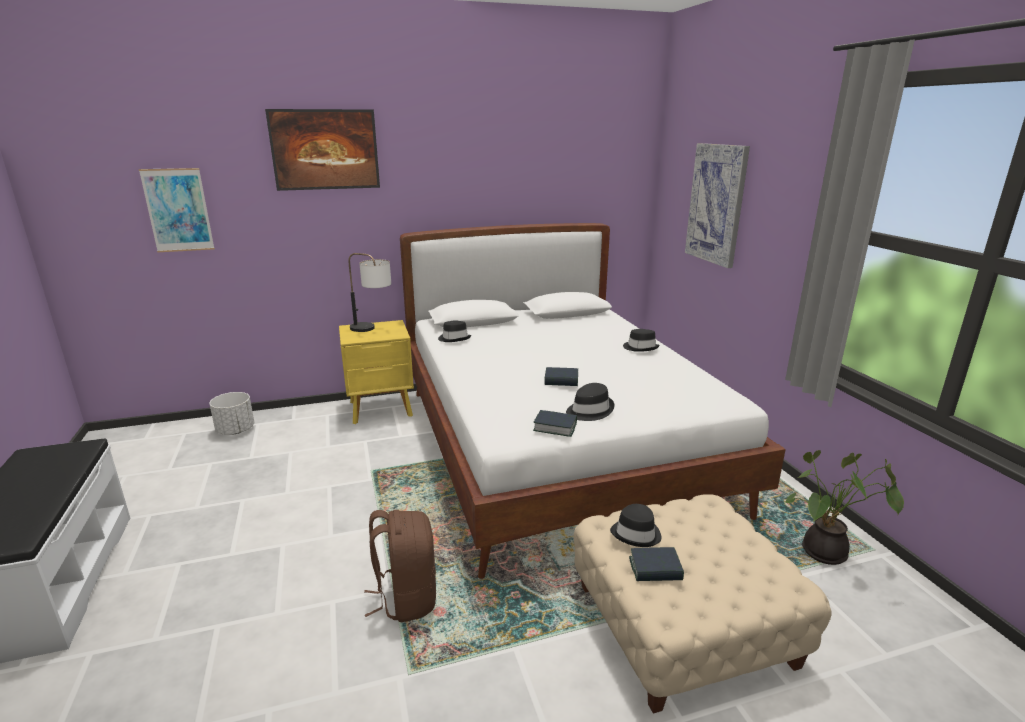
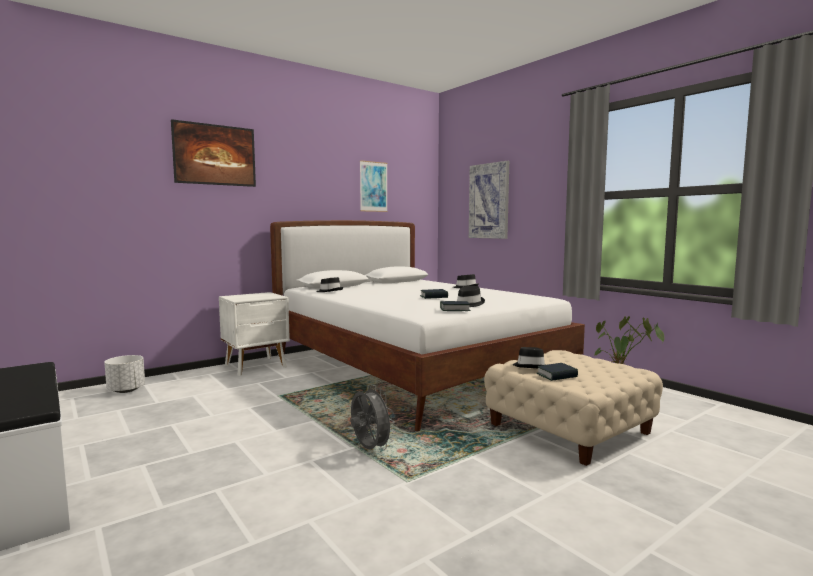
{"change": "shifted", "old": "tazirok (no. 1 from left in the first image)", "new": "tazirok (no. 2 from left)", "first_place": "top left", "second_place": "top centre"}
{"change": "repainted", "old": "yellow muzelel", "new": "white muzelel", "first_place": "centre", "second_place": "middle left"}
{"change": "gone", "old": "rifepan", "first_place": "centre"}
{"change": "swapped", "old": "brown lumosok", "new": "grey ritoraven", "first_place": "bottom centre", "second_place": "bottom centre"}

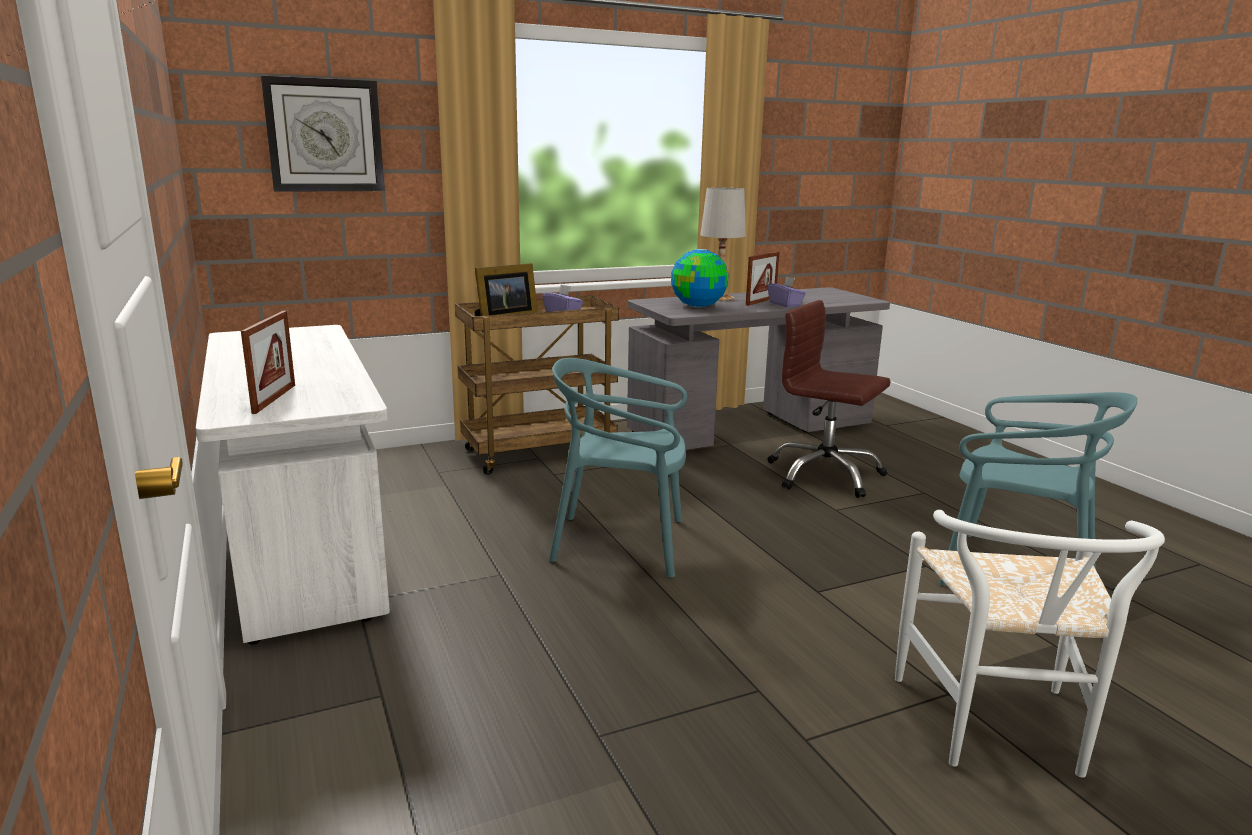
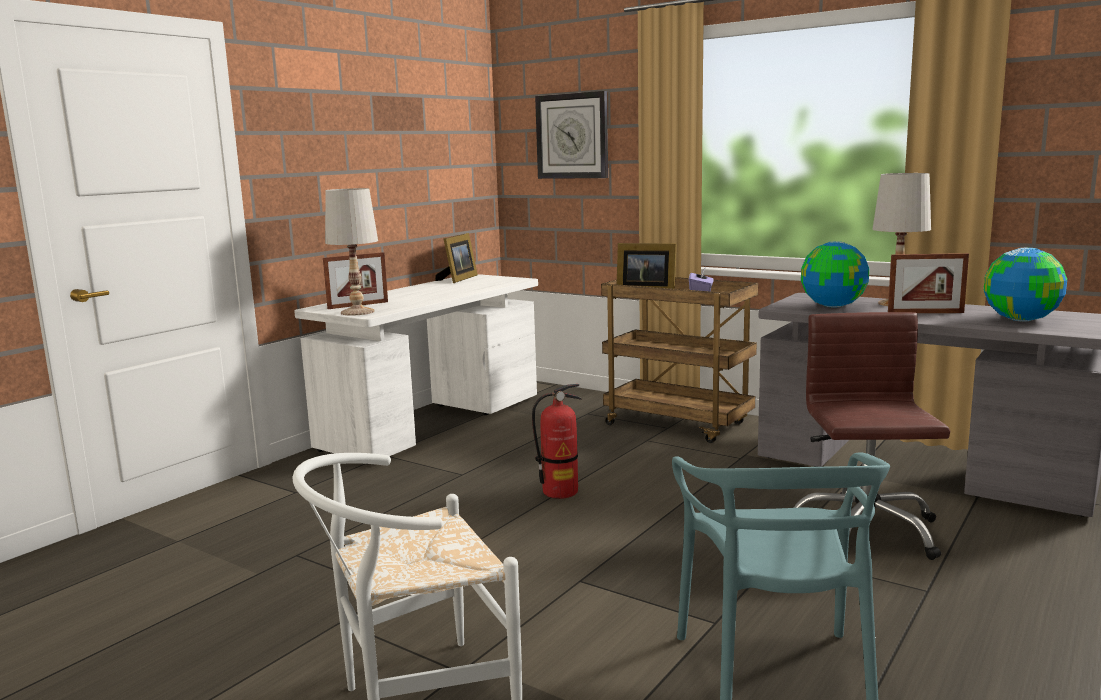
{"change": "swapped", "old": "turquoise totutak (no. 1 from left)", "new": "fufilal", "first_place": "centre", "second_place": "centre"}
{"change": "gone", "old": "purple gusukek (no. 2 from left)", "first_place": "centre"}
{"change": "new", "new": "white rifepan (no. 1 from left)", "second_place": "middle left"}
{"change": "new", "new": "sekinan (no. 2 from left)", "second_place": "centre"}
{"change": "new", "new": "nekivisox (no. 2 from left)", "second_place": "middle right"}

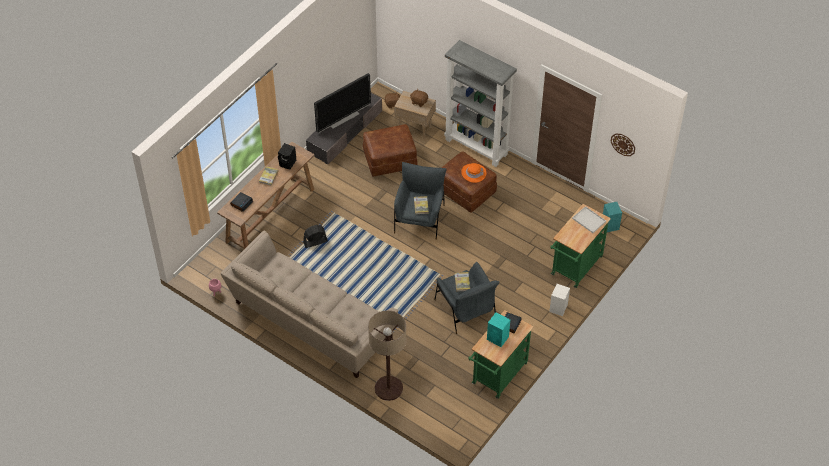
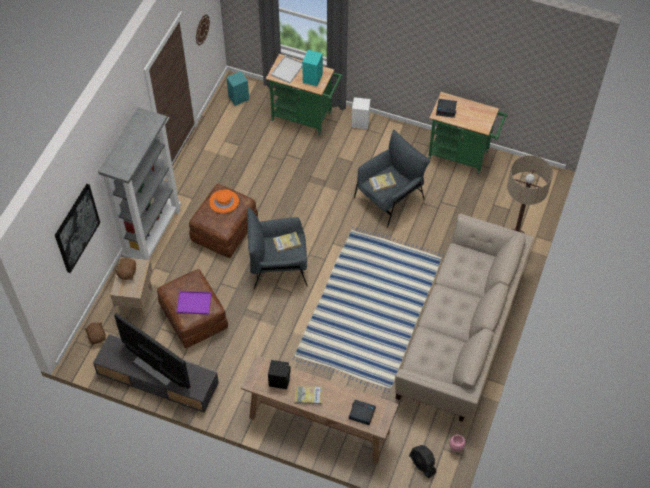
{"change": "shifted", "old": "black ritoraven", "first_place": "centre", "second_place": "bottom centre"}
{"change": "shifted", "old": "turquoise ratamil (no. 1 from left in the first image)", "new": "turquoise ratamil (no. 2 from left)", "first_place": "bottom centre", "second_place": "top centre"}
{"change": "new", "new": "tazirok", "second_place": "middle left"}
{"change": "new", "new": "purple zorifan", "second_place": "middle left"}

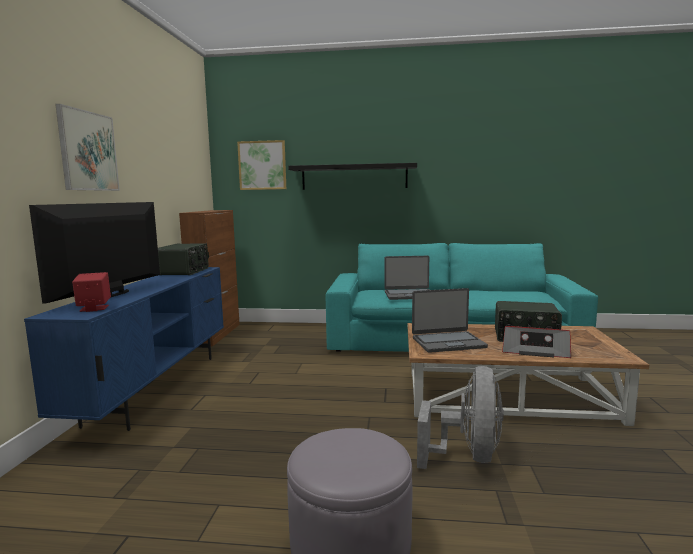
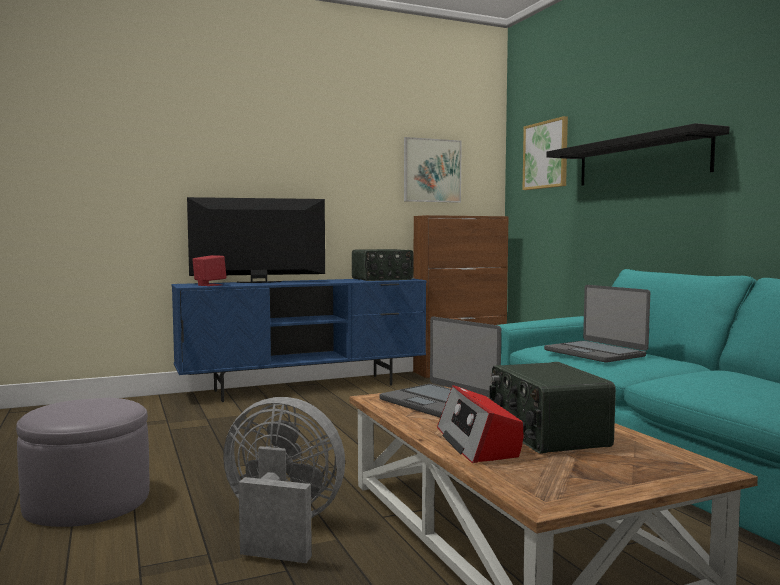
{"change": "shifted", "old": "tazirok (no. 1 from left)", "first_place": "top left", "second_place": "top centre"}
{"change": "rotated", "old": "grey ritoraven", "first_place": "bottom centre", "second_place": "bottom centre", "degrees": -150}

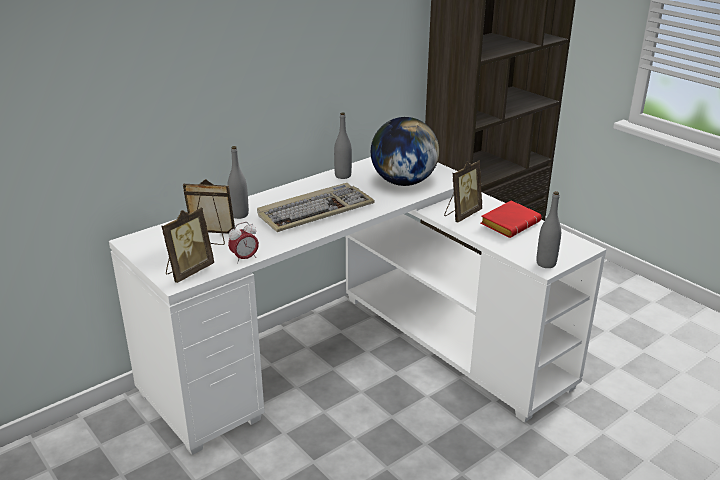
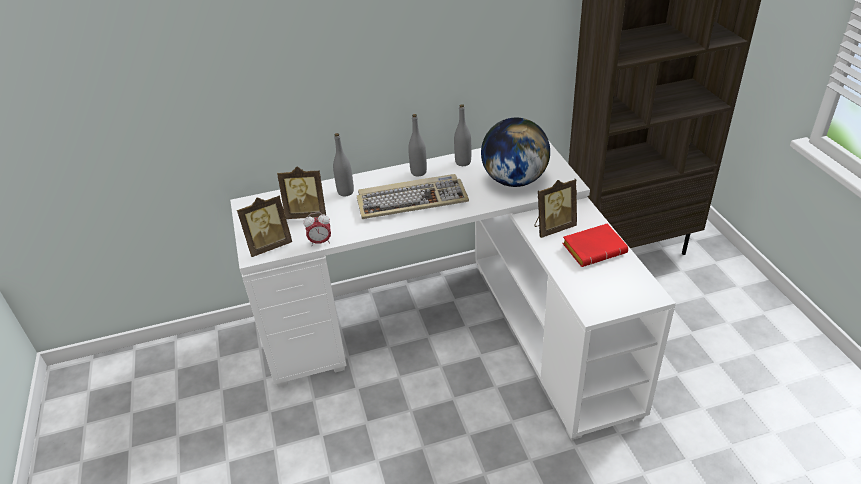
{"change": "rotated", "old": "sekinan (no. 2 from left)", "first_place": "middle left", "second_place": "centre", "degrees": 150}
{"change": "shifted", "old": "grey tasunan (no. 3 from left in the first image)", "new": "grey tasunan (no. 2 from left)", "first_place": "middle right", "second_place": "top centre"}

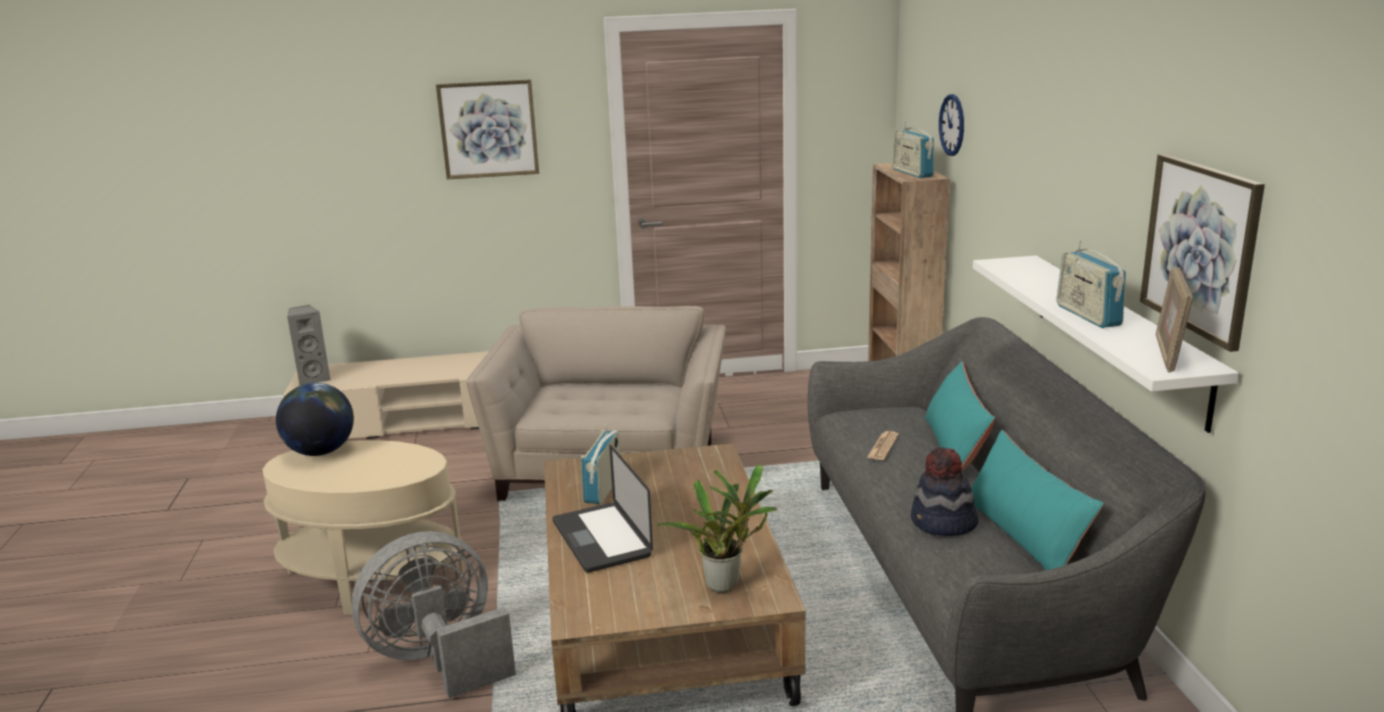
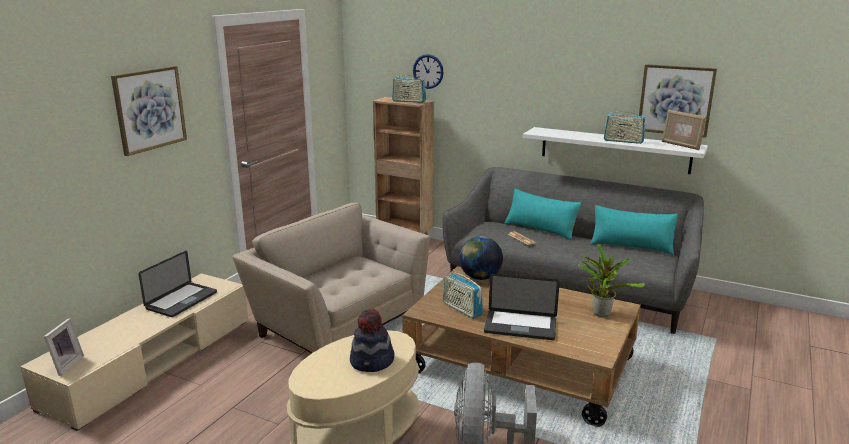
{"change": "shifted", "old": "nekivisox", "first_place": "middle left", "second_place": "centre"}
{"change": "swapped", "old": "grey ratamil", "new": "sekinan (no. 1 from left)", "first_place": "middle left", "second_place": "bottom left"}
{"change": "shifted", "old": "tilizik", "first_place": "bottom right", "second_place": "bottom centre"}
{"change": "new", "new": "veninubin (no. 1 from left)", "second_place": "middle left"}

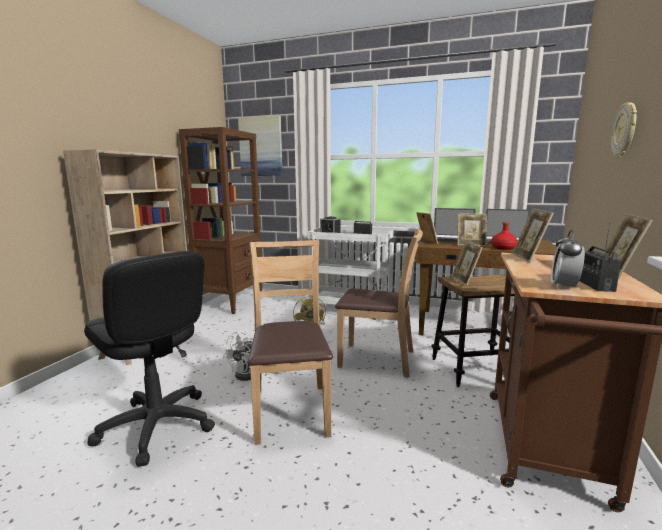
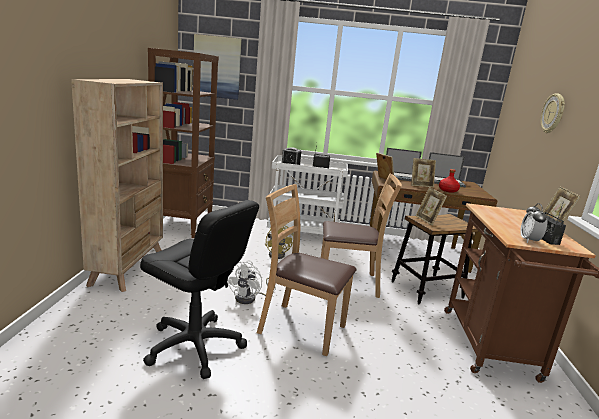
{"change": "rotated", "old": "brown totutak (no. 1 from left)", "first_place": "centre", "second_place": "centre", "degrees": -45}
{"change": "gone", "old": "sekinan (no. 4 from left)", "first_place": "middle right"}

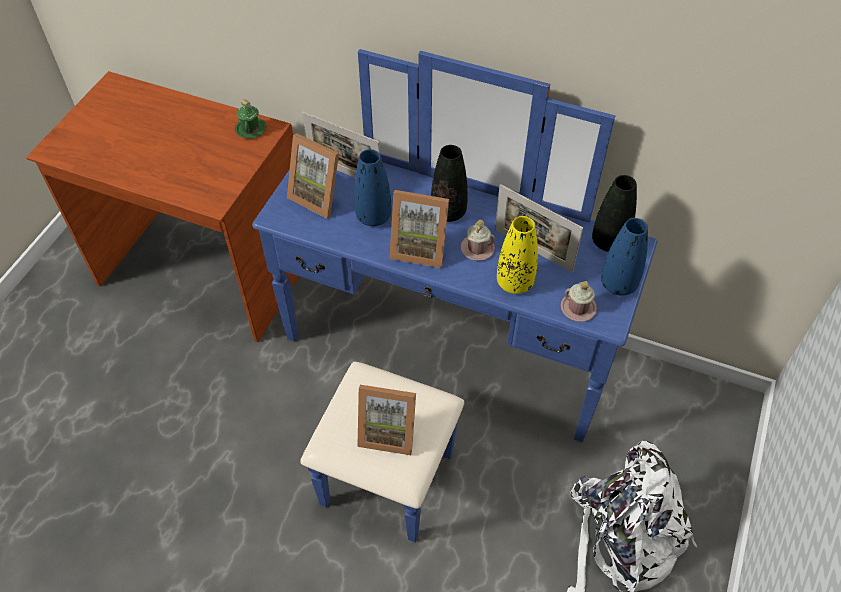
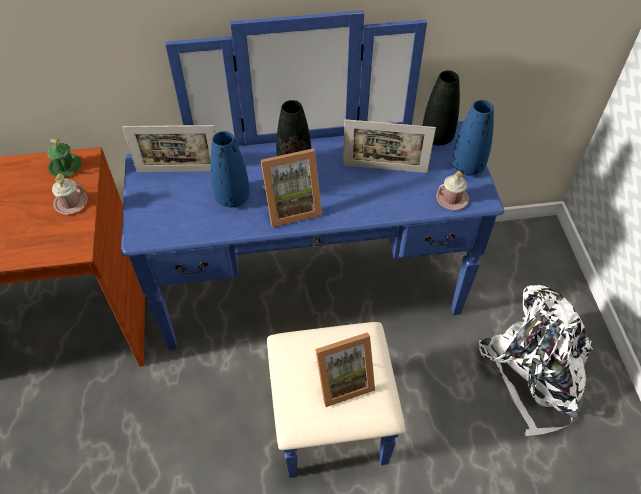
{"change": "gone", "old": "sekinan (no. 1 from left)", "first_place": "top centre"}
{"change": "shifted", "old": "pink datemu (no. 1 from left)", "first_place": "centre", "second_place": "middle left"}
{"change": "gone", "old": "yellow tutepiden", "first_place": "centre"}

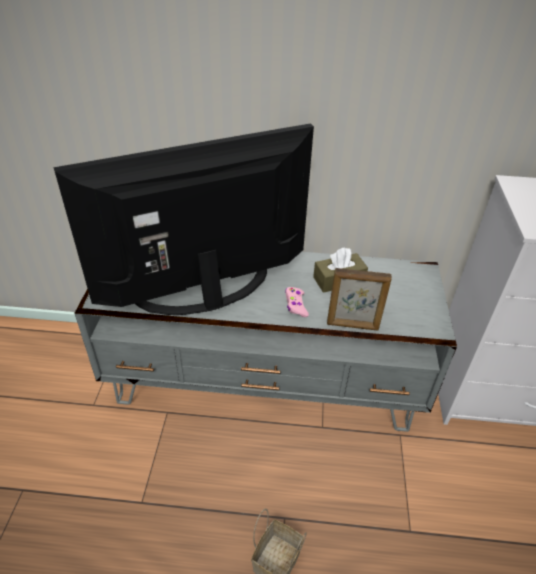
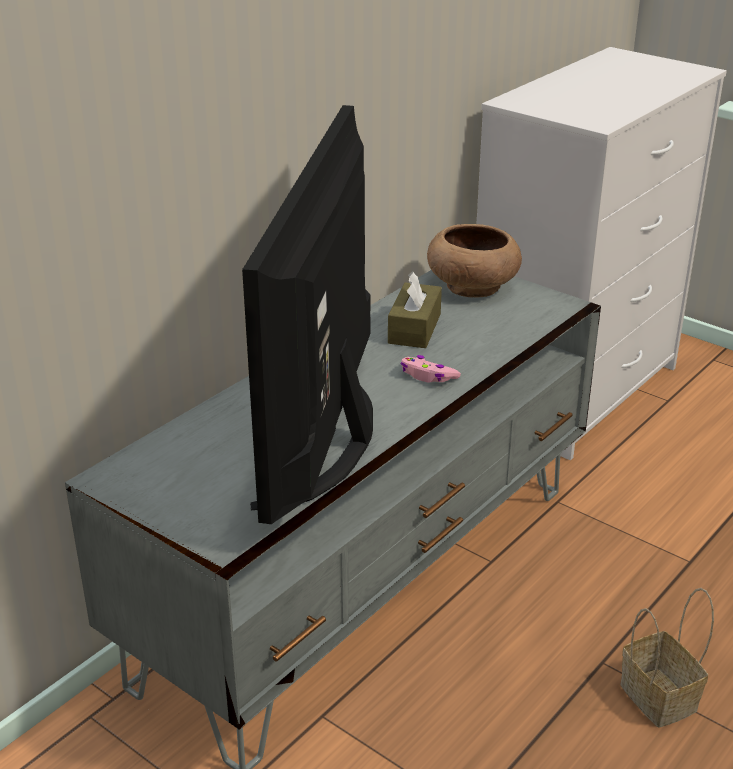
{"change": "gone", "old": "sekinan", "first_place": "middle right"}
{"change": "new", "new": "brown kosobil", "second_place": "centre"}

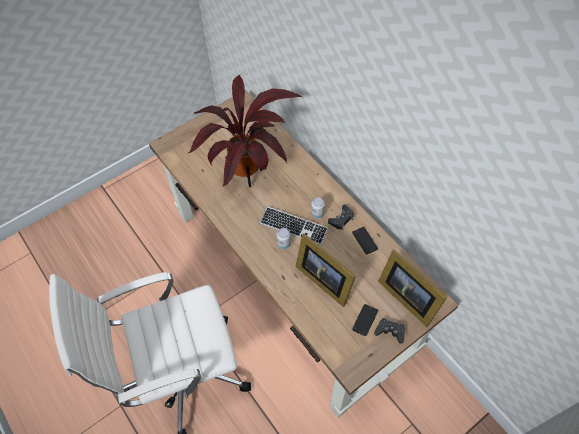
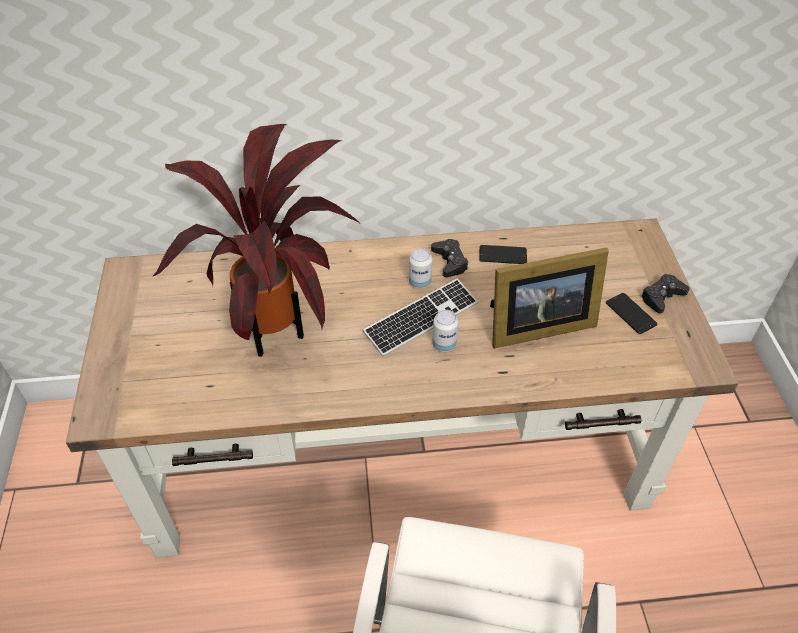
{"change": "gone", "old": "sekinan (no. 2 from left)", "first_place": "middle right"}

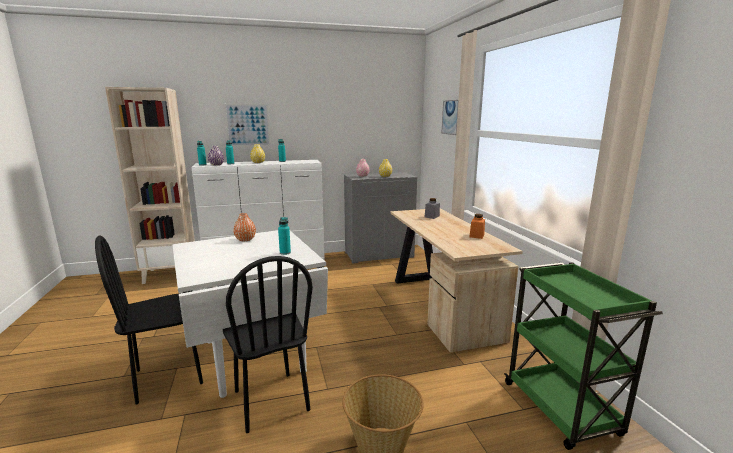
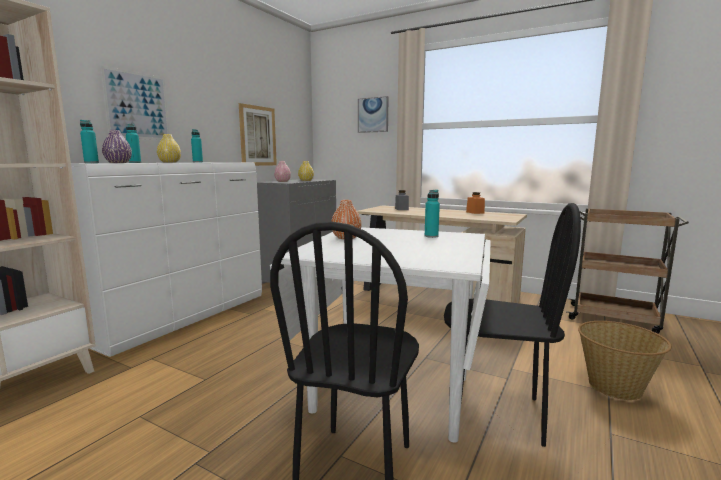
{"change": "repainted", "old": "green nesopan", "new": "brown nesopan", "first_place": "bottom right", "second_place": "middle right"}
{"change": "new", "new": "tazirok (no. 2 from left)", "second_place": "top centre"}

